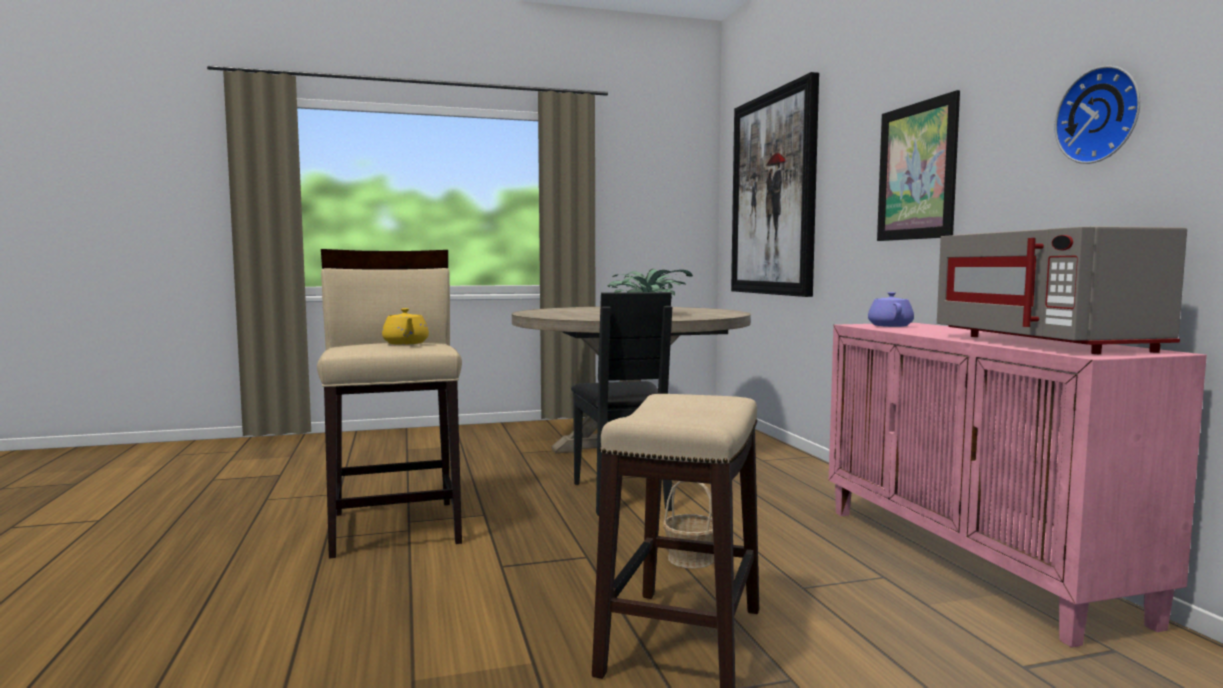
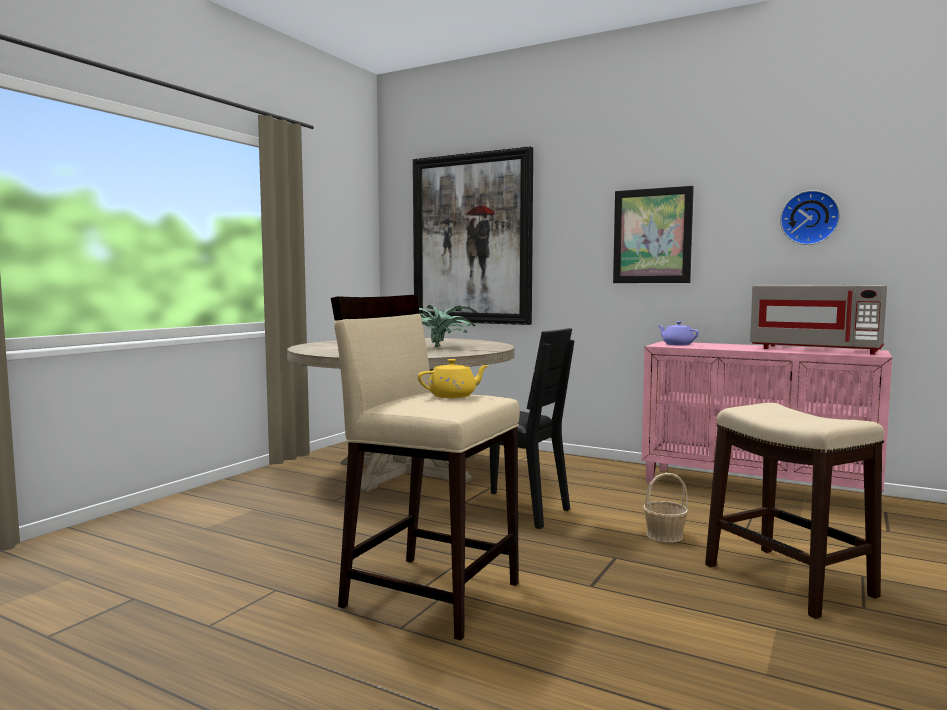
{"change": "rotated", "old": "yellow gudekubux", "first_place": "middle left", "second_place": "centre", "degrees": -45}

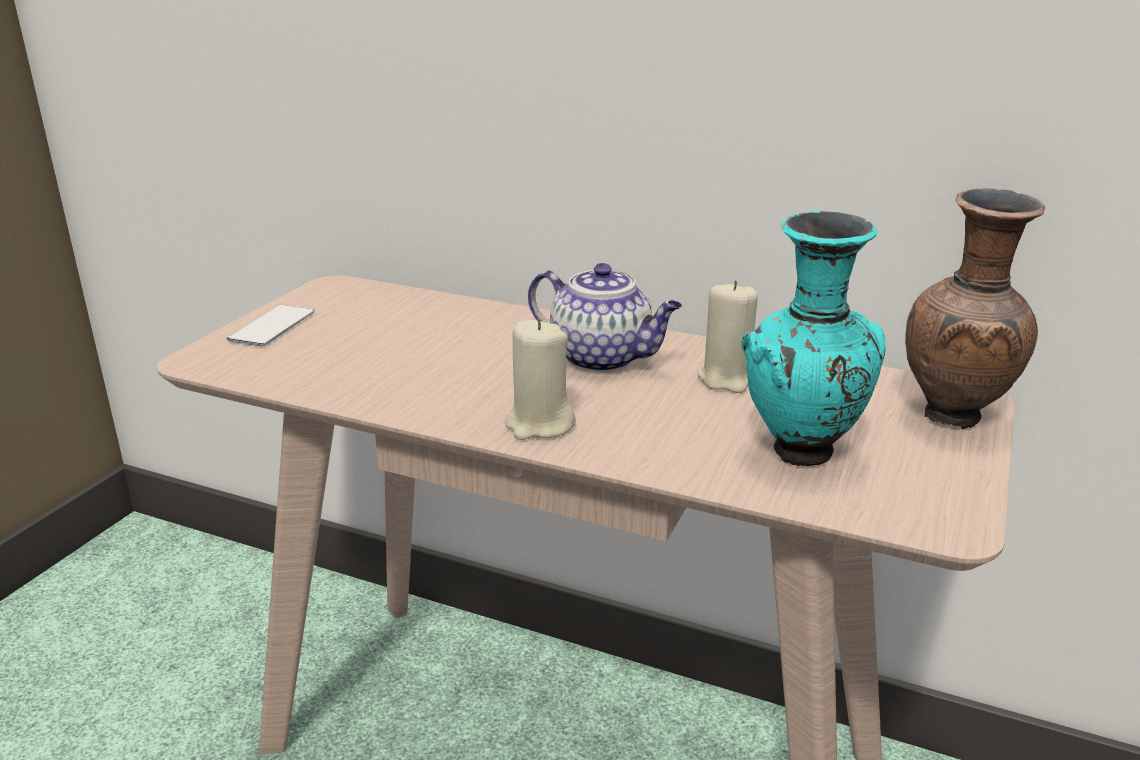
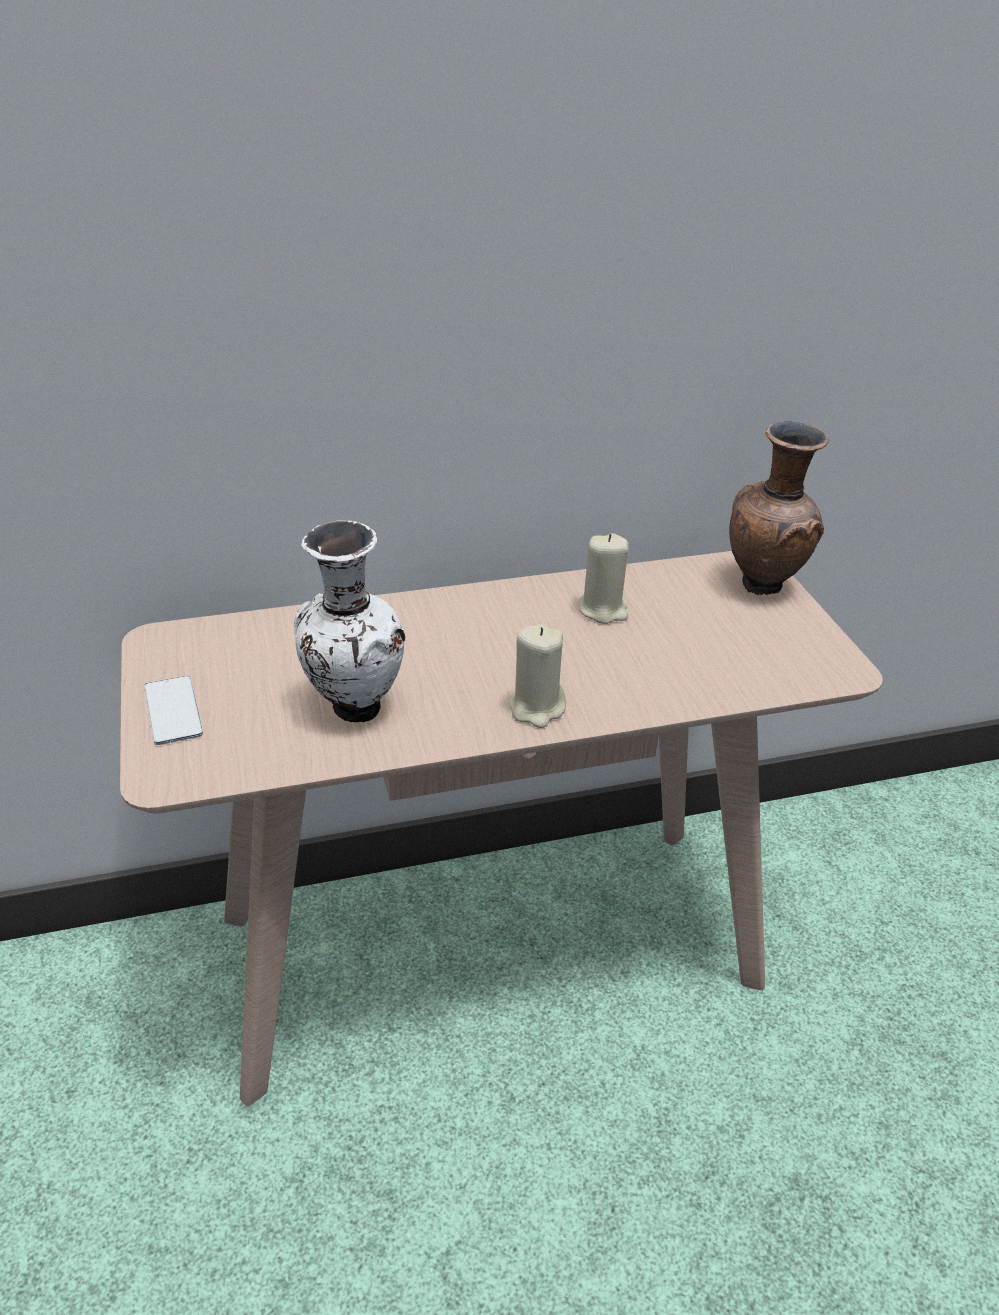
{"change": "gone", "old": "gudekubux", "first_place": "centre"}
{"change": "gone", "old": "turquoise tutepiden", "first_place": "middle right"}
{"change": "new", "new": "white tutepiden", "second_place": "centre"}

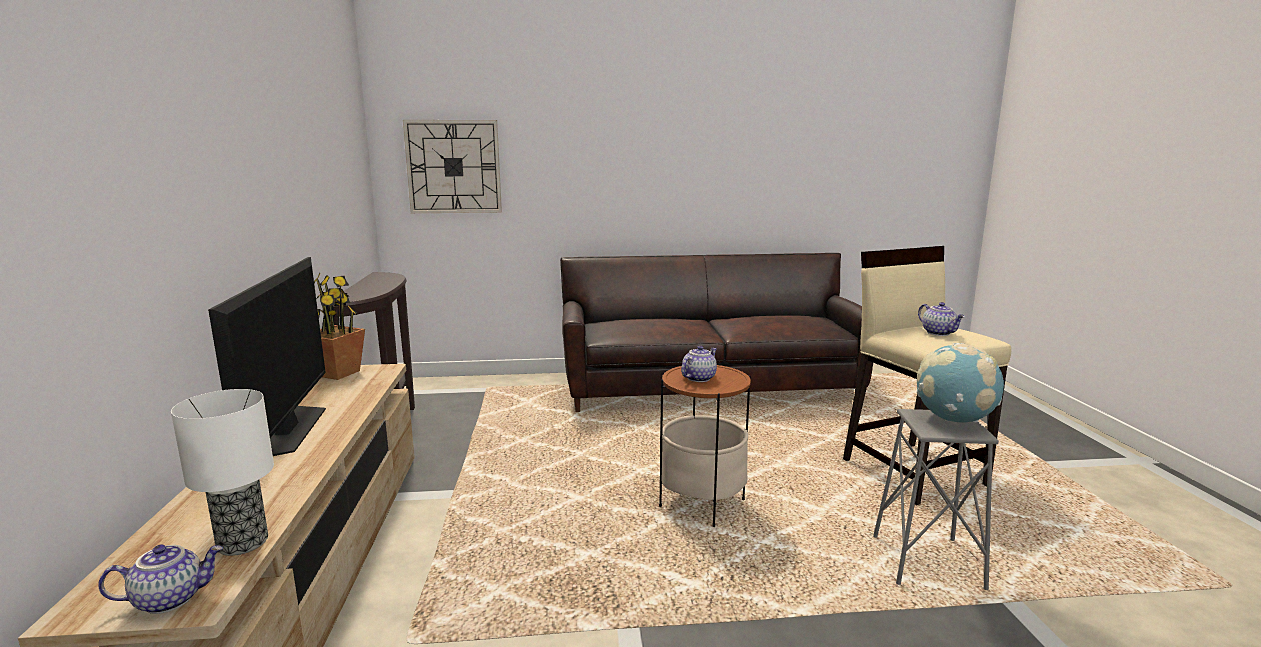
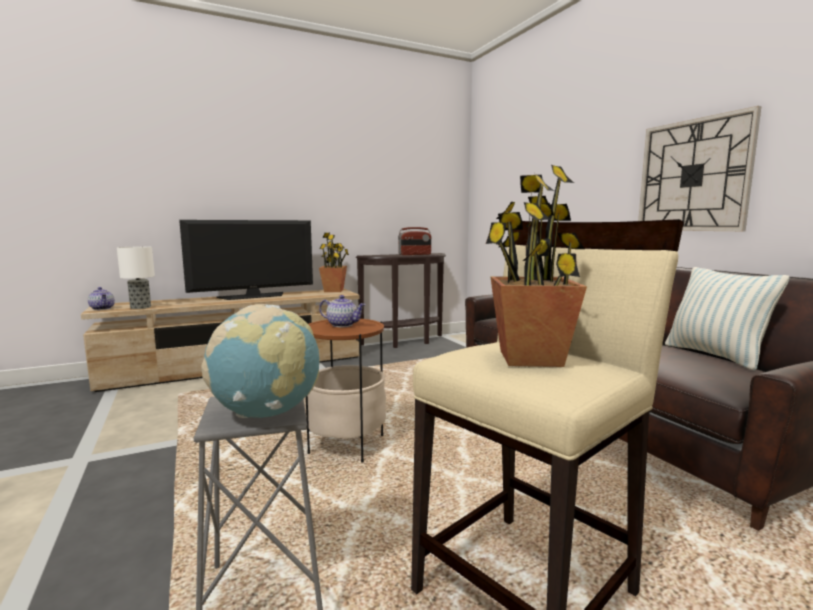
{"change": "shifted", "old": "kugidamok", "first_place": "top centre", "second_place": "top right"}
{"change": "swapped", "old": "gudekubux (no. 3 from left)", "new": "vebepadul (no. 2 from left)", "first_place": "middle right", "second_place": "centre"}
{"change": "new", "new": "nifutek", "second_place": "centre"}
{"change": "new", "new": "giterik", "second_place": "middle right"}

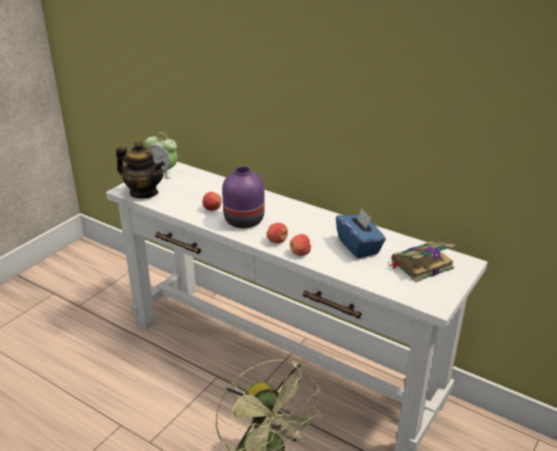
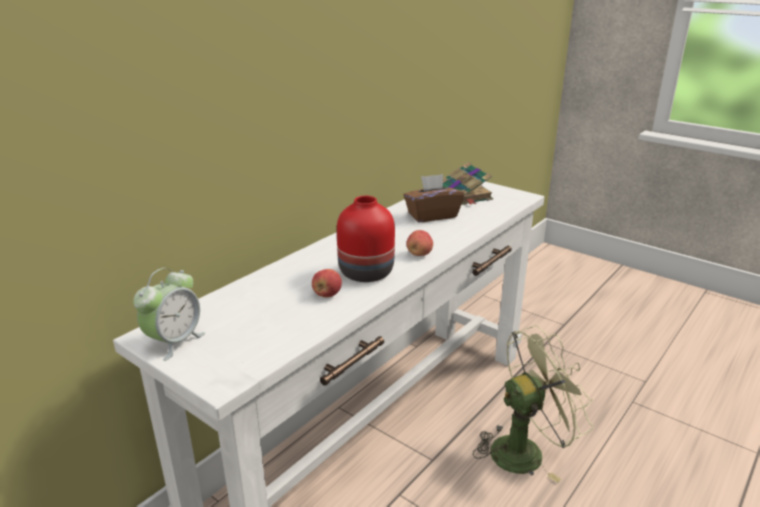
{"change": "gone", "old": "gudekubux", "first_place": "middle left"}
{"change": "repainted", "old": "purple tutepiden", "new": "red tutepiden", "first_place": "centre", "second_place": "centre"}
{"change": "gone", "old": "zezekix (no. 3 from left)", "first_place": "centre"}
{"change": "repainted", "old": "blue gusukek", "new": "brown gusukek", "first_place": "centre", "second_place": "centre"}

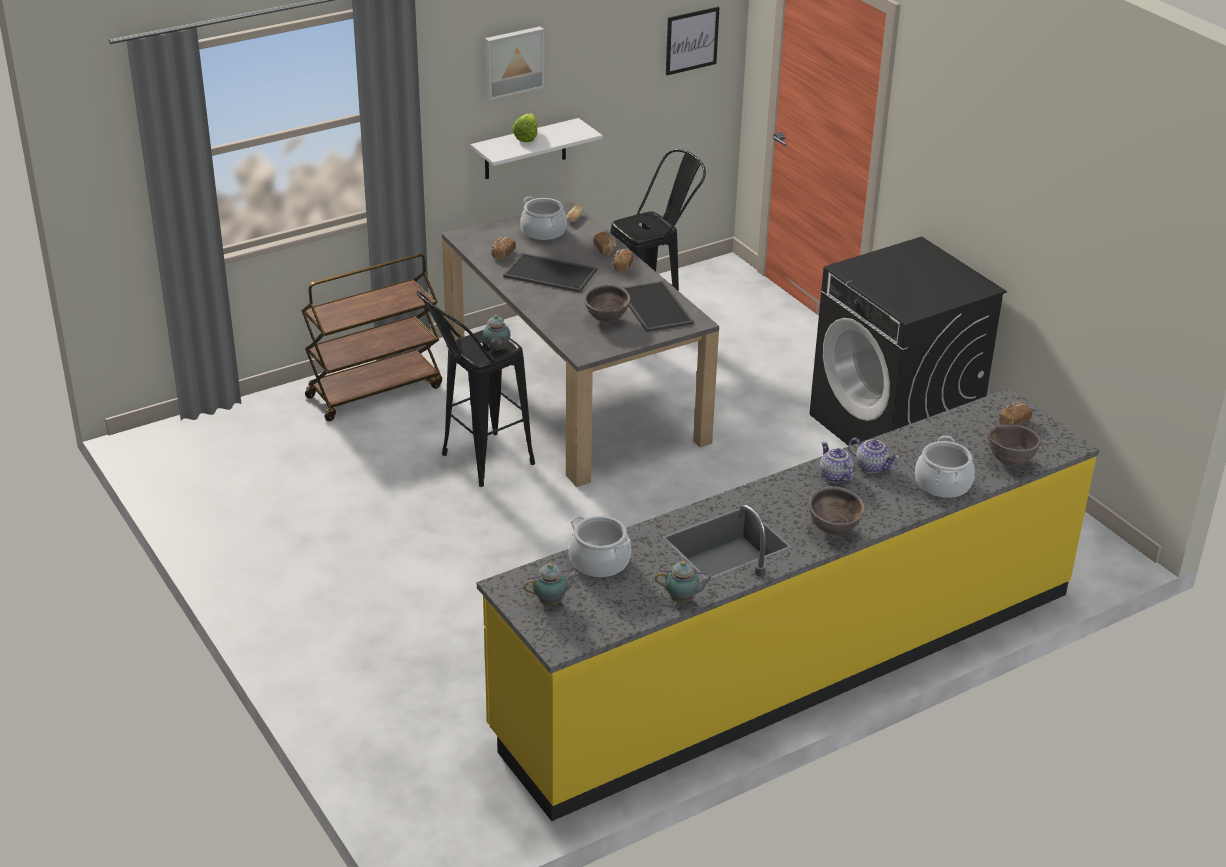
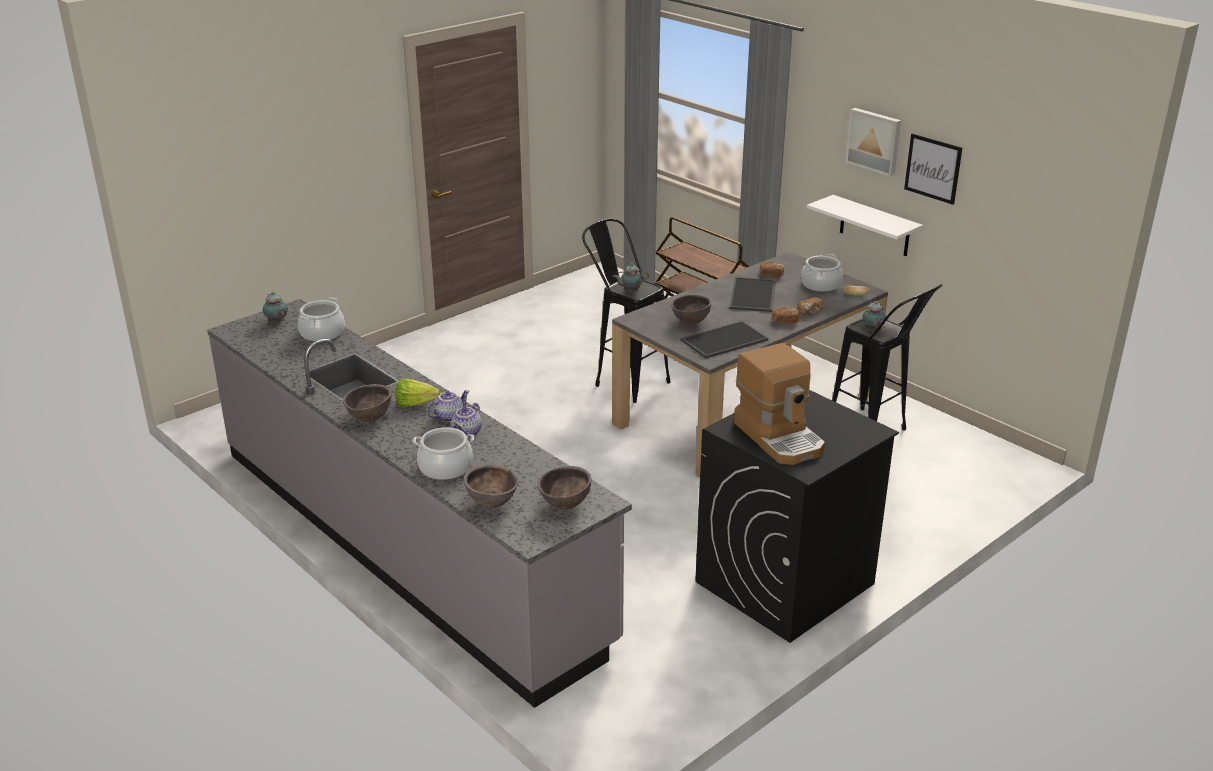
{"change": "repainted", "old": "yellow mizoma", "new": "grey mizoma", "first_place": "bottom centre", "second_place": "centre"}
{"change": "shifted", "old": "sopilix", "first_place": "top centre", "second_place": "centre"}
{"change": "shifted", "old": "gudekubux (no. 3 from left in the first image)", "new": "gudekubux (no. 5 from left)", "first_place": "bottom centre", "second_place": "middle right"}
{"change": "shifted", "old": "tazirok (no. 2 from left)", "first_place": "top centre", "second_place": "top right"}
{"change": "swapped", "old": "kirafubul (no. 5 from left)", "new": "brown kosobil (no. 3 from left)", "first_place": "middle right", "second_place": "centre"}
{"change": "new", "new": "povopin", "second_place": "centre"}

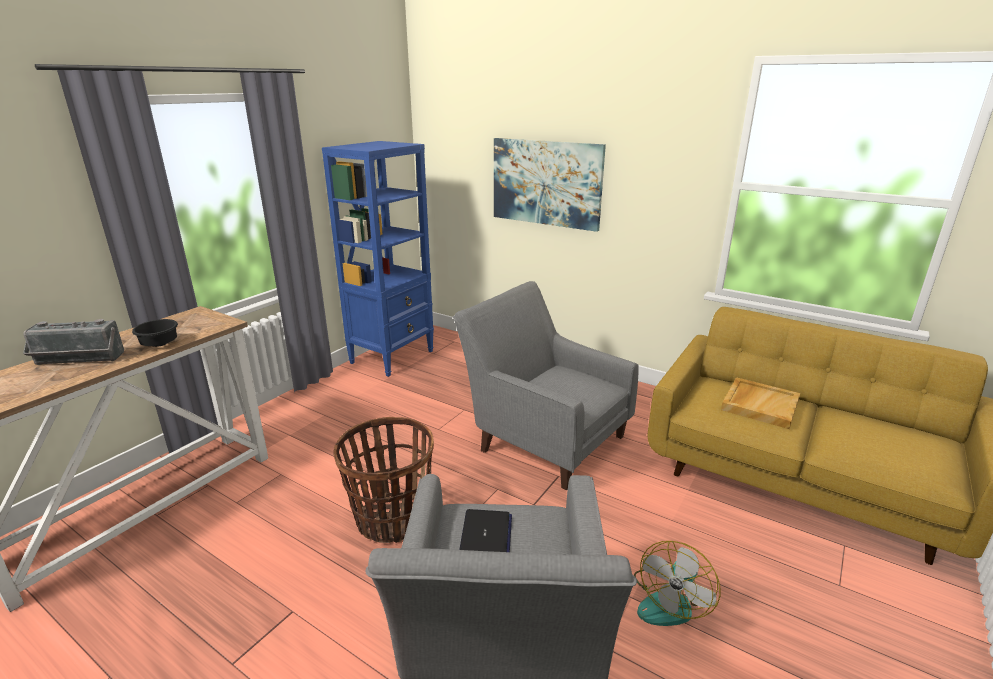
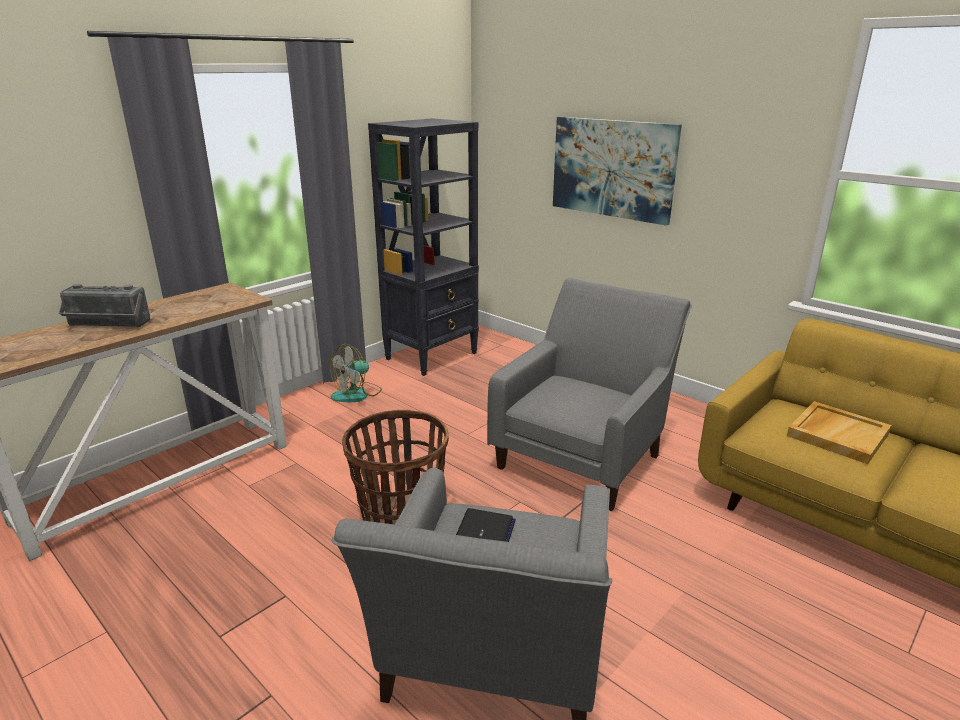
{"change": "gone", "old": "black kosobil", "first_place": "middle left"}
{"change": "repainted", "old": "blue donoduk", "new": "black donoduk", "first_place": "centre", "second_place": "centre"}
{"change": "rotated", "old": "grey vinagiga (no. 2 from left)", "first_place": "centre", "second_place": "centre", "degrees": 75}
{"change": "shifted", "old": "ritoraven", "first_place": "bottom right", "second_place": "centre"}

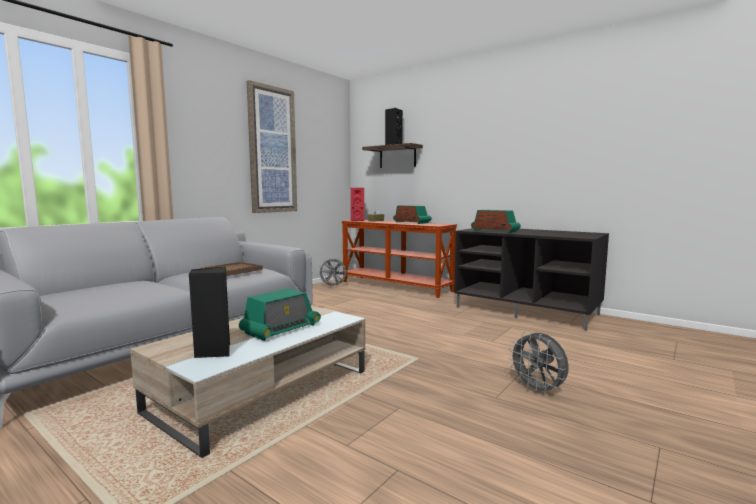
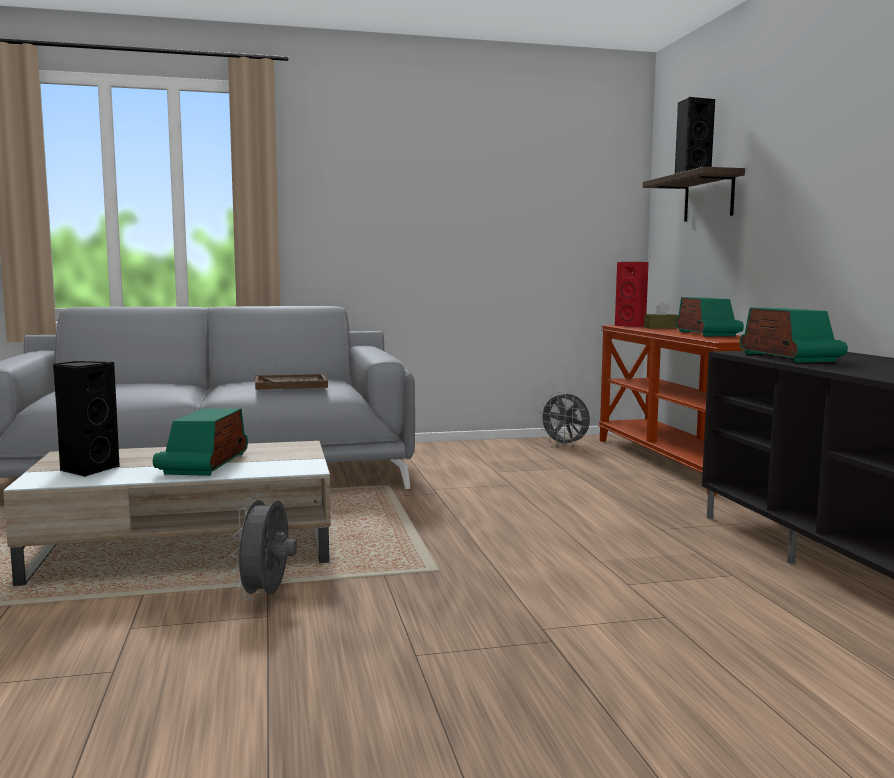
{"change": "rotated", "old": "nifutek (no. 1 from left)", "first_place": "centre", "second_place": "middle left", "degrees": 105}
{"change": "gone", "old": "tazirok", "first_place": "top centre"}
{"change": "shifted", "old": "grey ritoraven (no. 2 from left in the first image)", "new": "grey ritoraven (no. 1 from left)", "first_place": "bottom right", "second_place": "bottom left"}

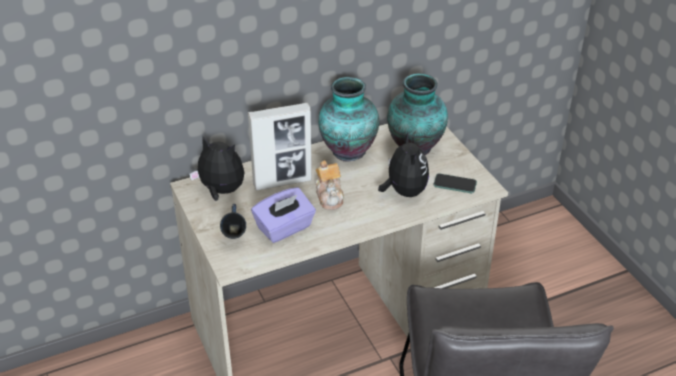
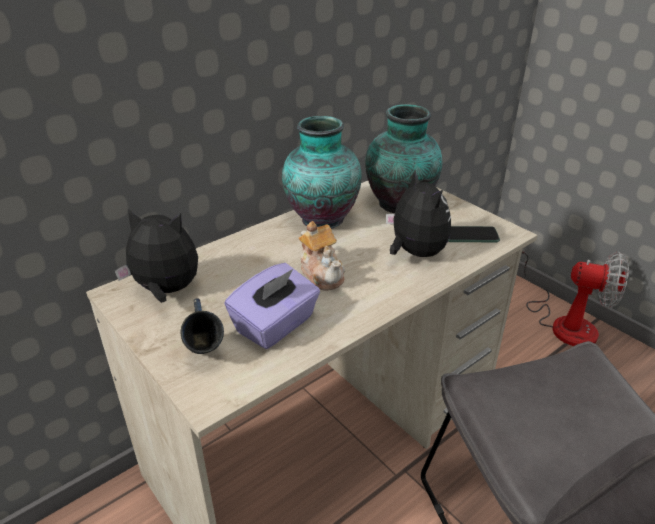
{"change": "gone", "old": "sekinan", "first_place": "centre"}
{"change": "new", "new": "ritoraven", "second_place": "middle right"}

